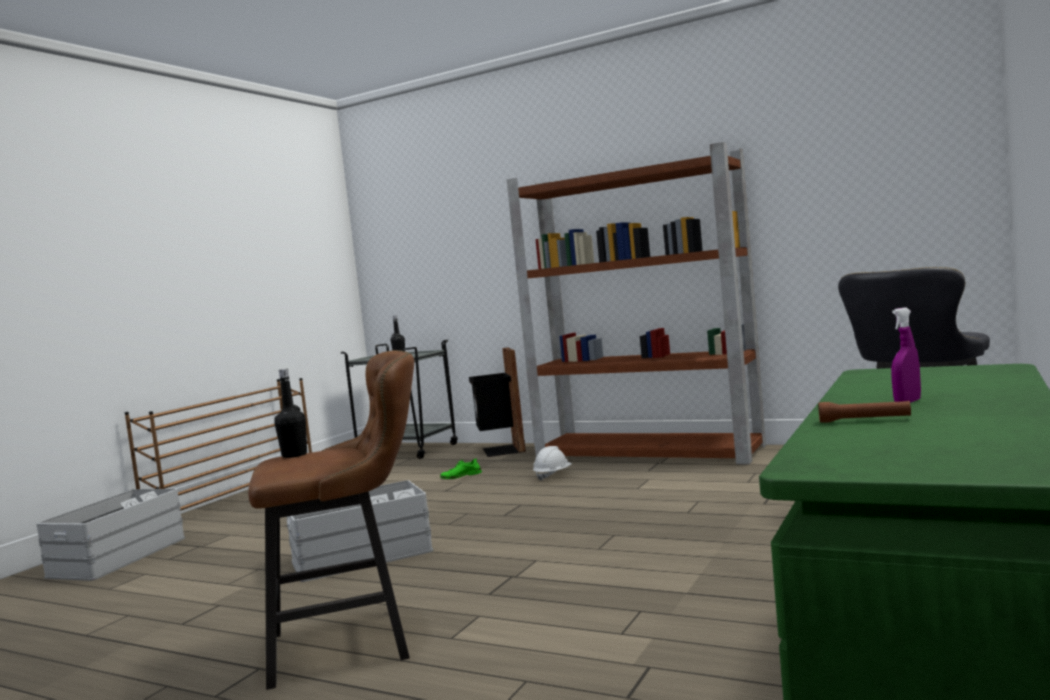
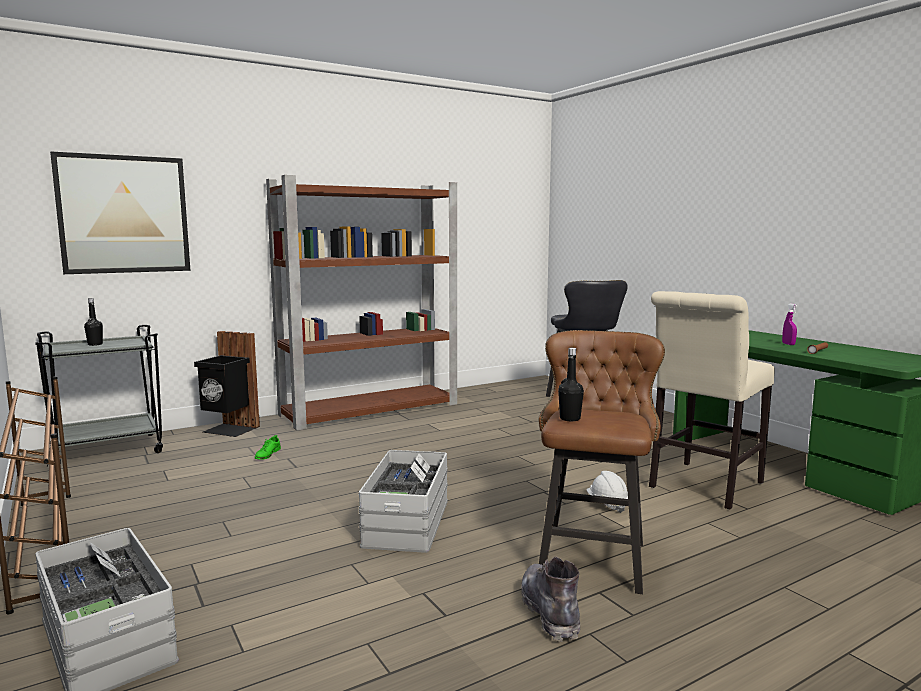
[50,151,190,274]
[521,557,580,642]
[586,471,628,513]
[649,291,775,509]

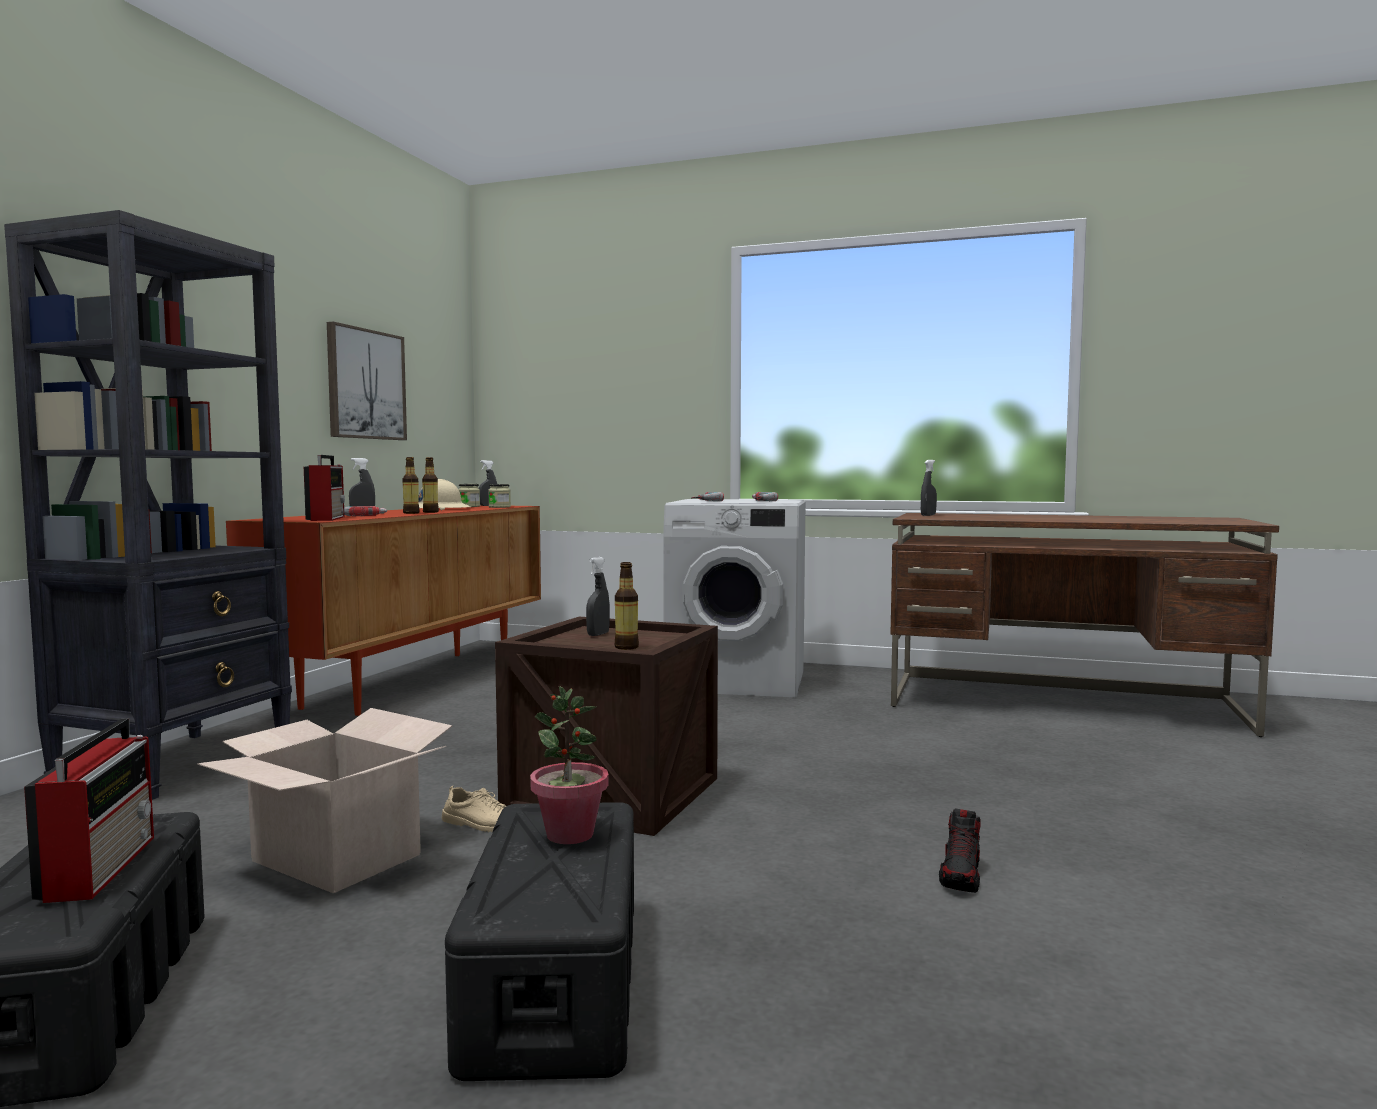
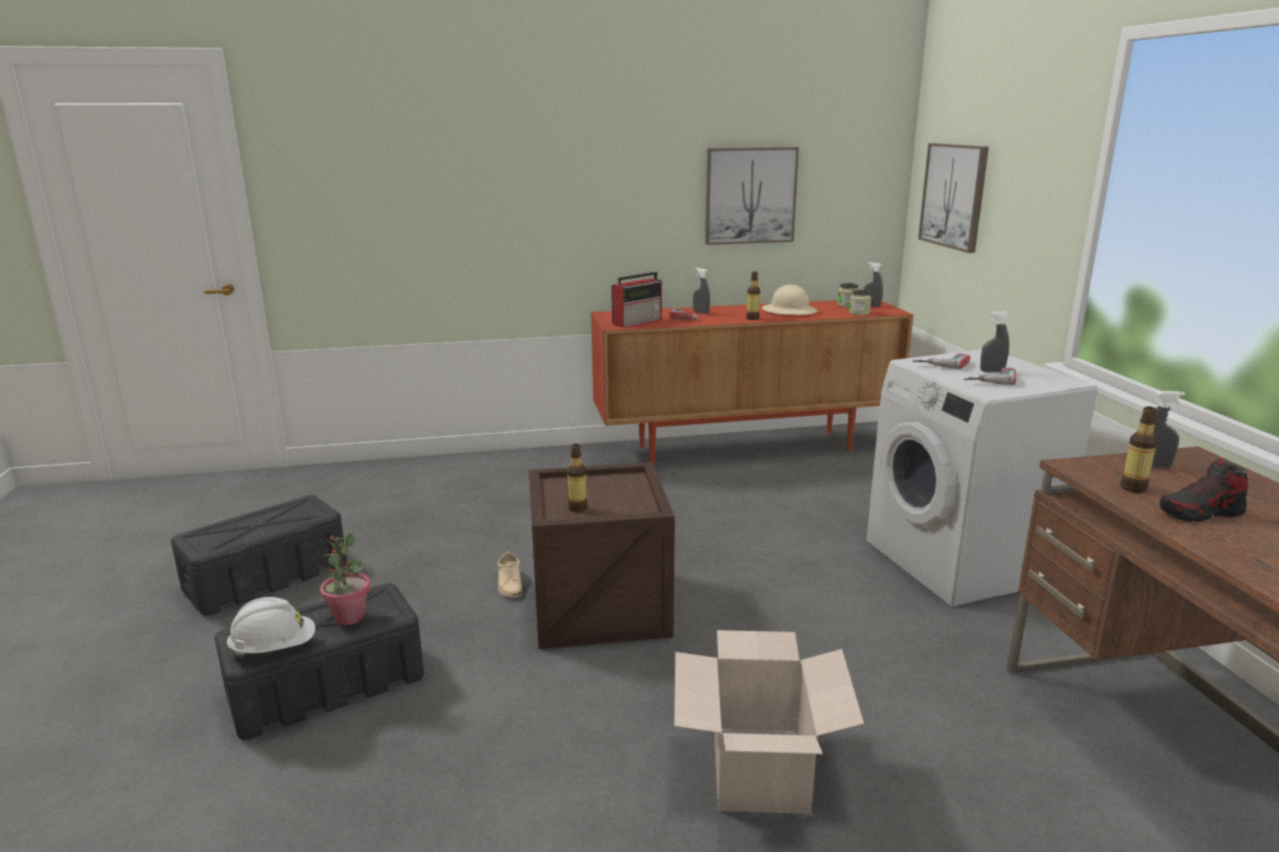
[226,597,315,656]
[674,630,864,814]
[918,143,989,253]
[980,312,1009,372]
[1120,407,1157,493]
[1160,458,1248,522]
[4,210,292,800] (first image)
[24,718,154,903] (first image)

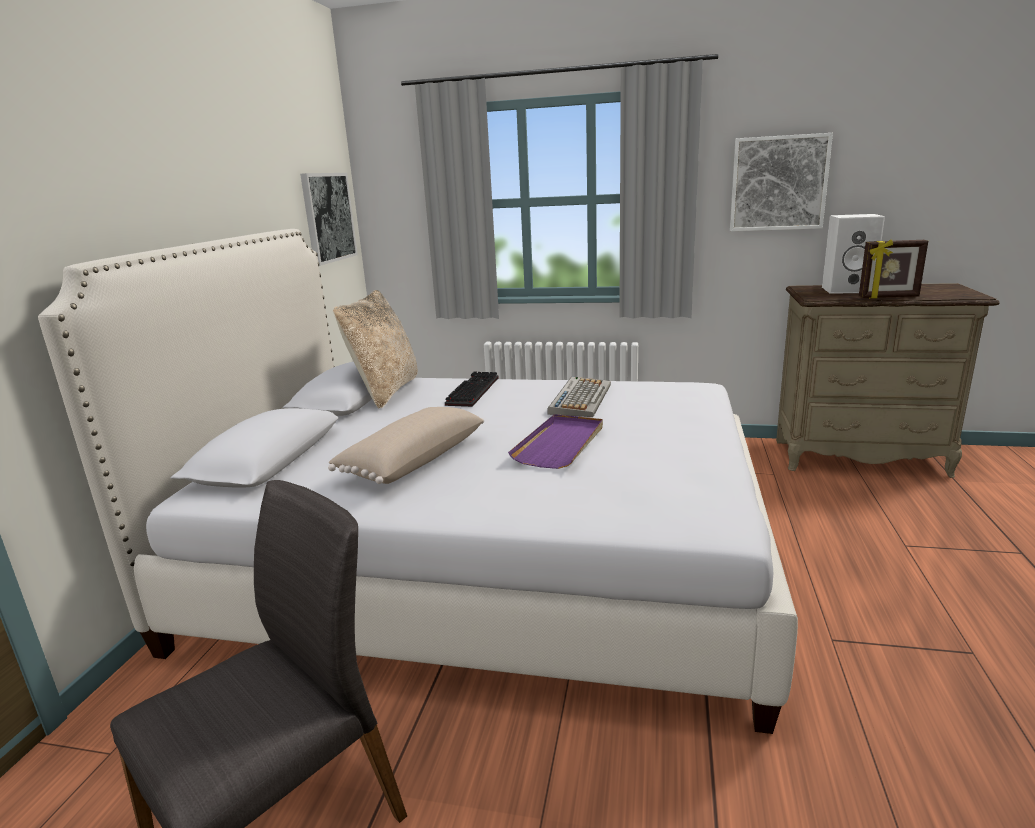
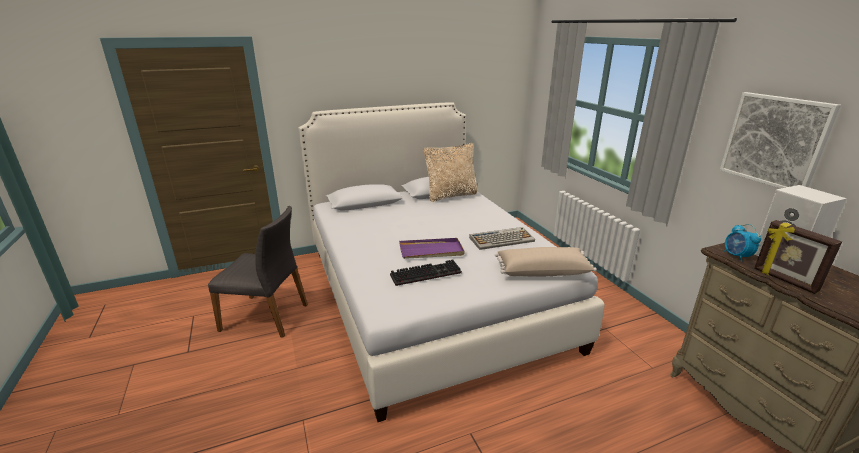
[390,260,462,286]
[495,247,597,276]
[724,224,761,262]
[300,173,358,266] (first image)

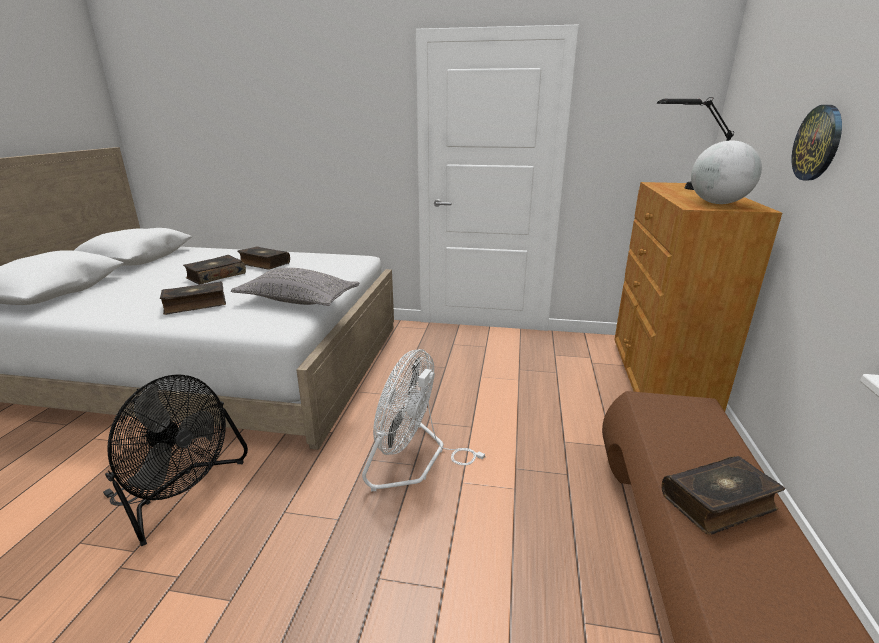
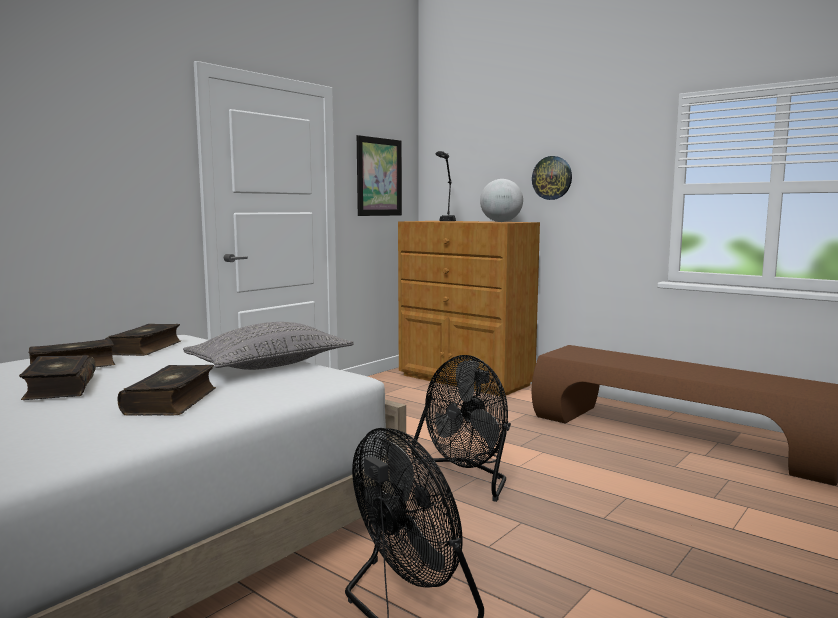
[105,324,181,356]
[357,135,402,216]
[412,355,511,502]

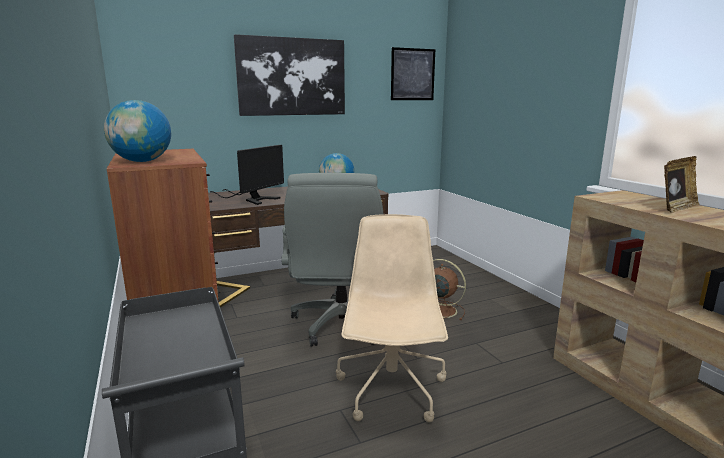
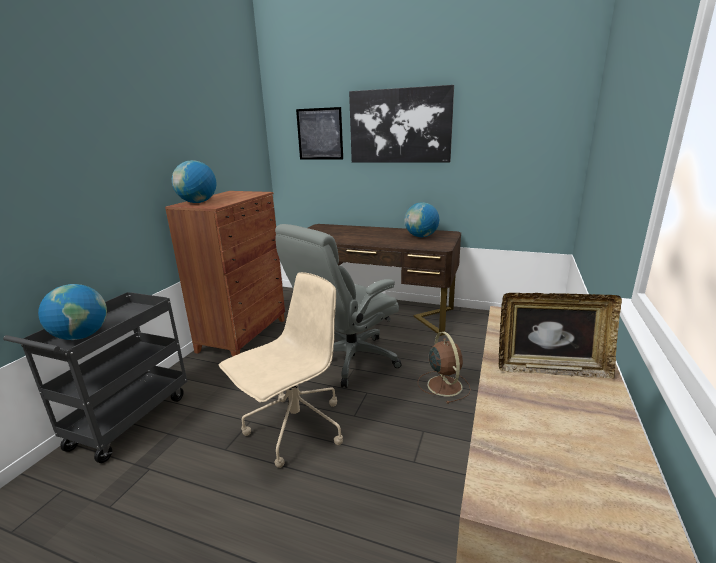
[38,284,107,340]
[296,107,343,160]
[210,145,284,205] (first image)

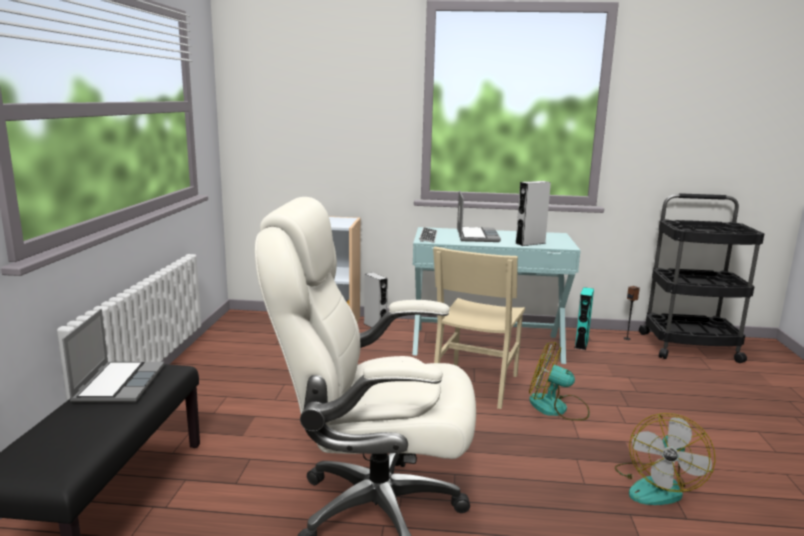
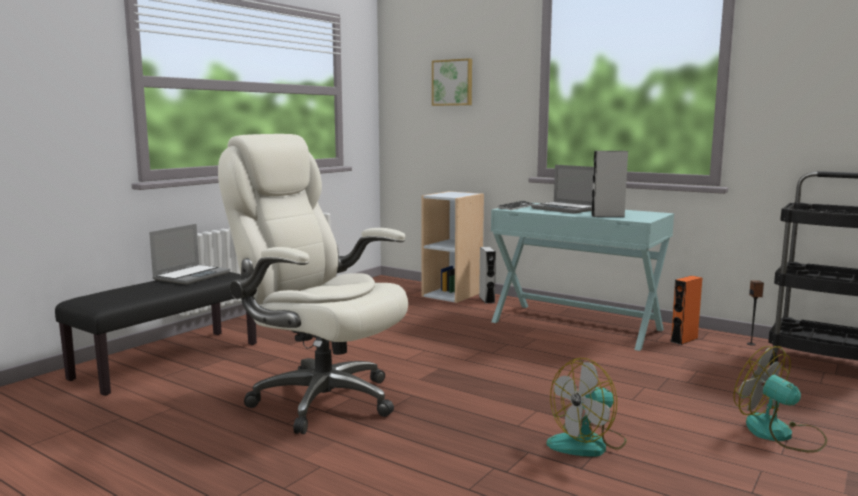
[432,58,472,106]
[531,165,594,214]
[671,276,702,345]
[734,346,827,453]
[433,247,525,409] (first image)

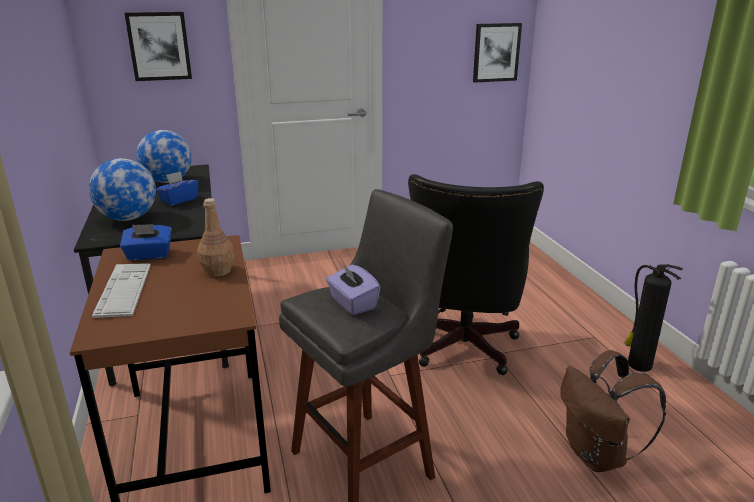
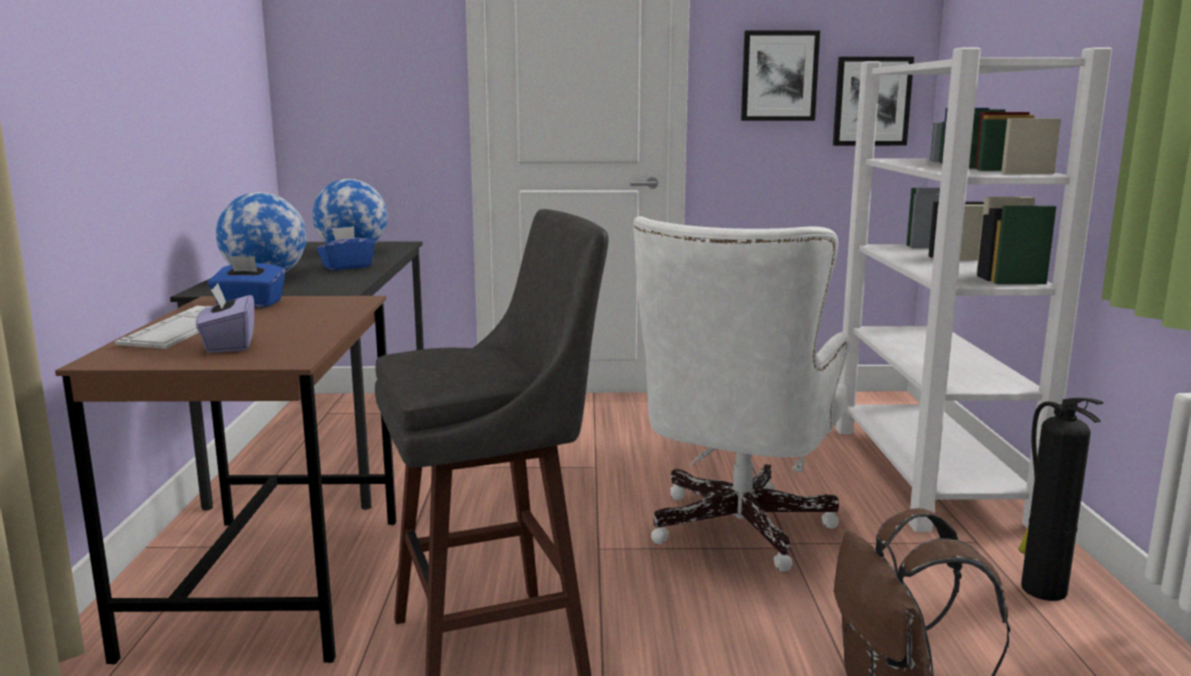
[196,283,254,353]
[633,216,850,572]
[741,31,820,121]
[836,47,1112,532]
[197,198,235,277] (first image)

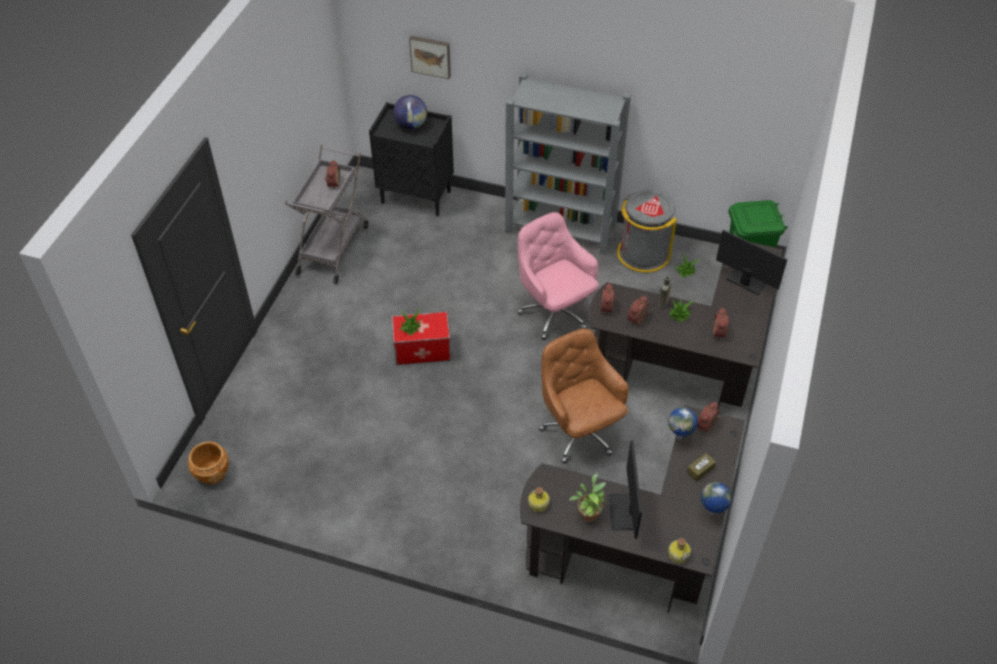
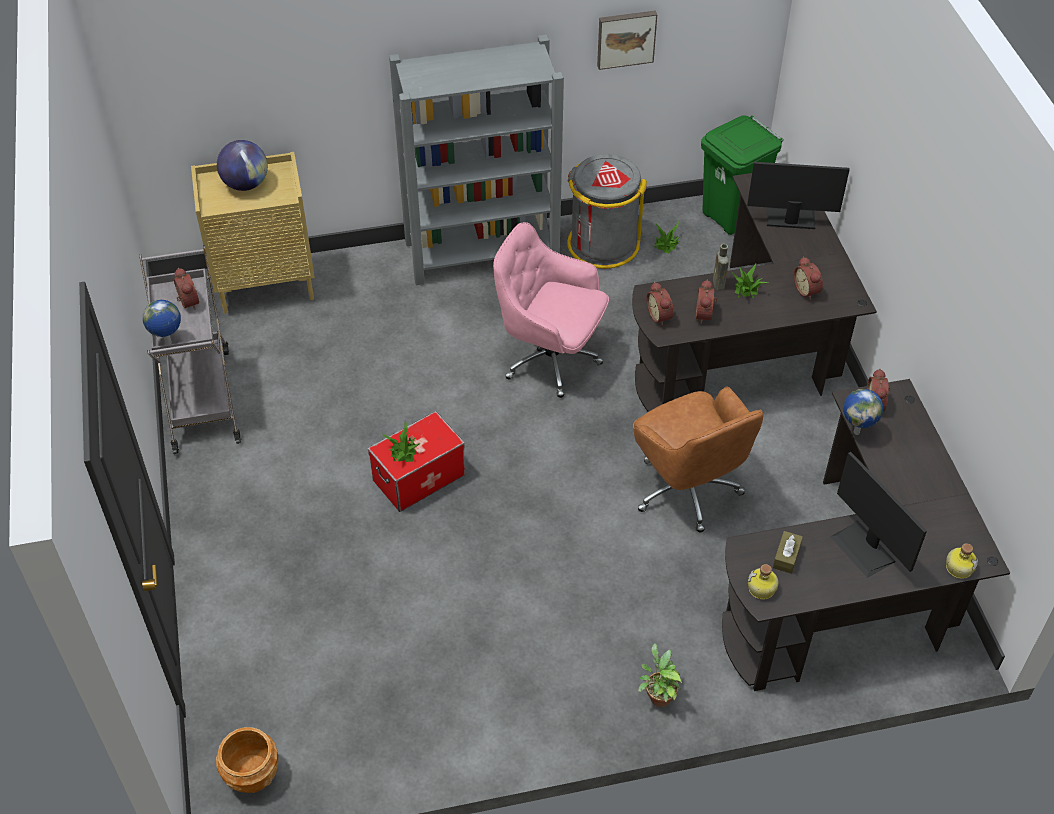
[143,300,181,345]
[191,152,315,313]
[597,10,657,70]
[633,386,763,532]
[638,643,682,707]
[773,531,803,574]

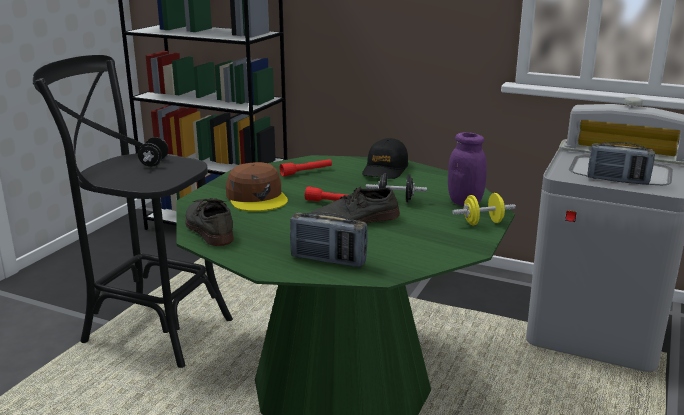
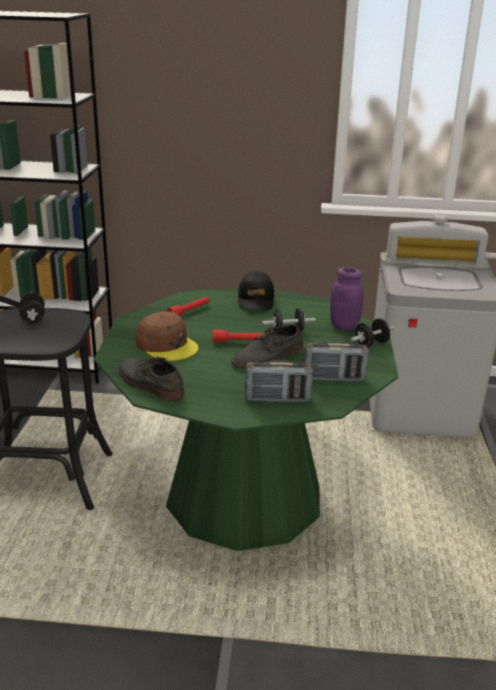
[304,341,369,382]
[351,318,395,348]

